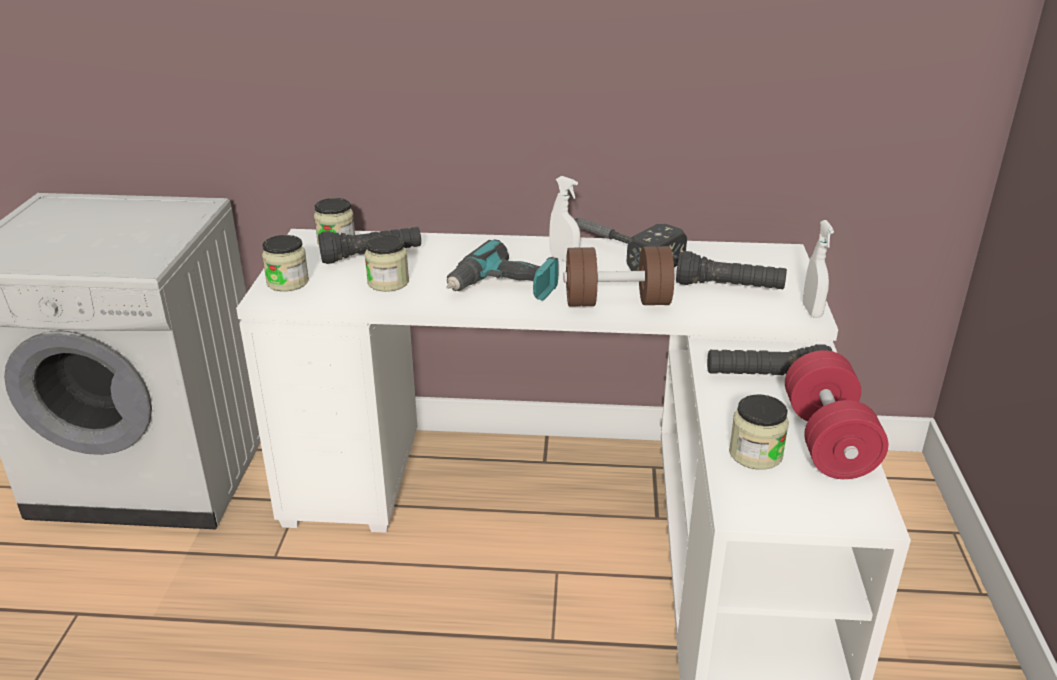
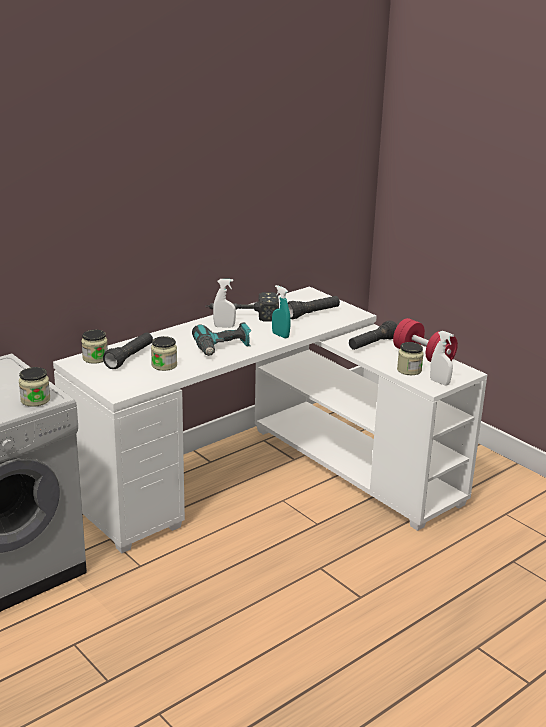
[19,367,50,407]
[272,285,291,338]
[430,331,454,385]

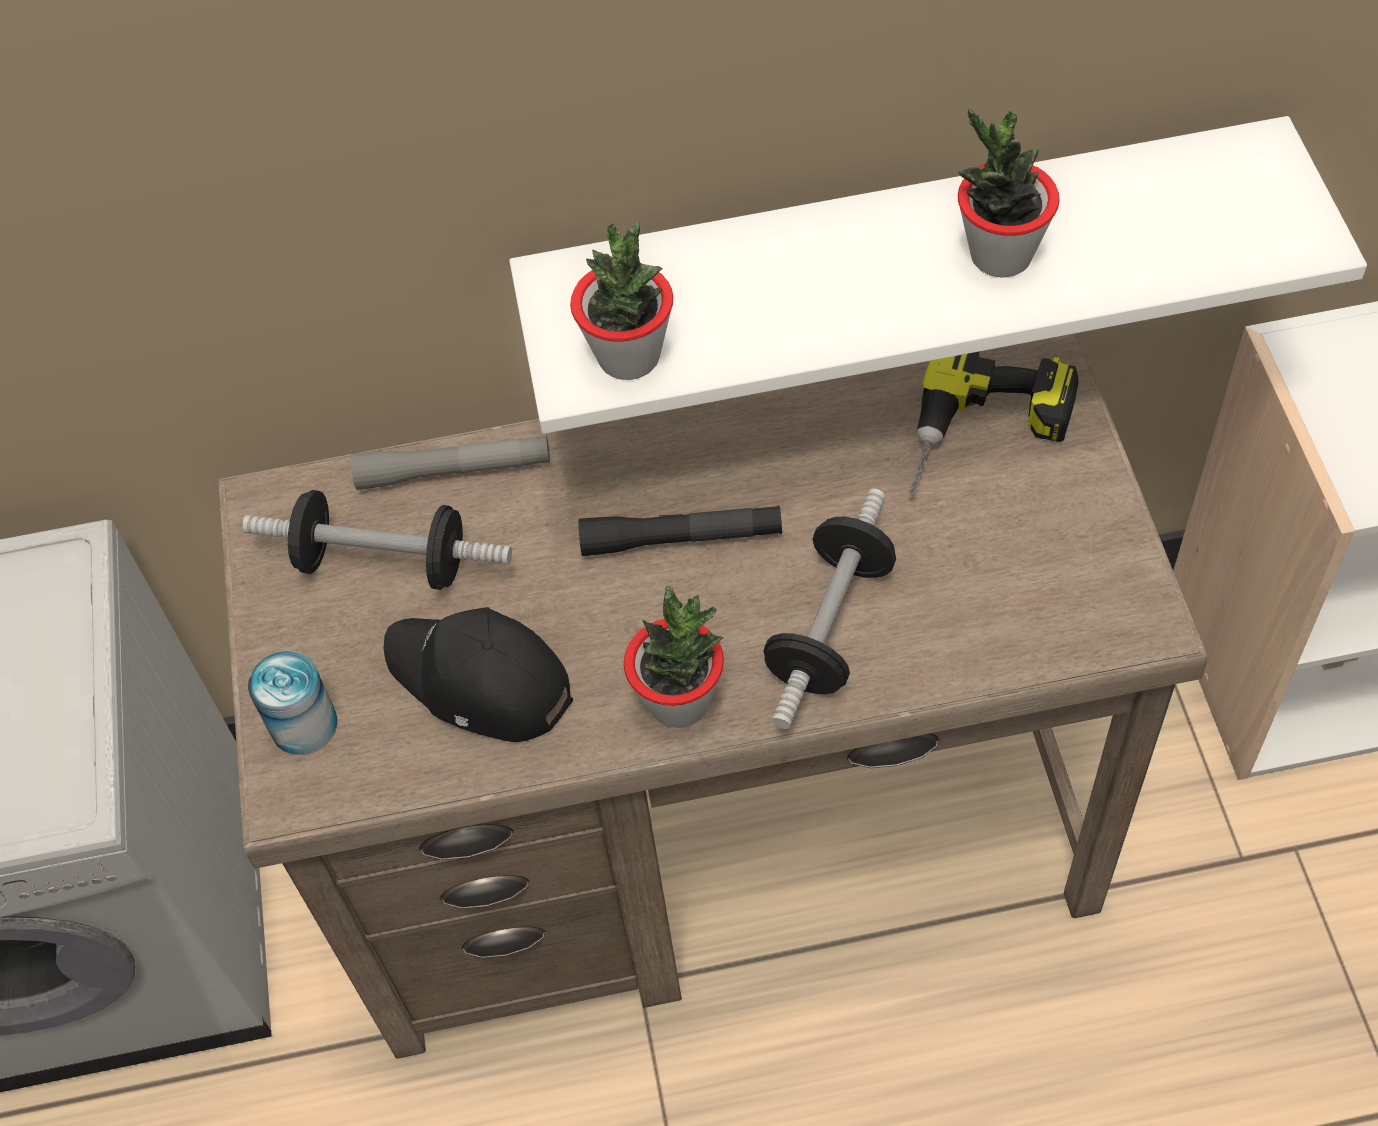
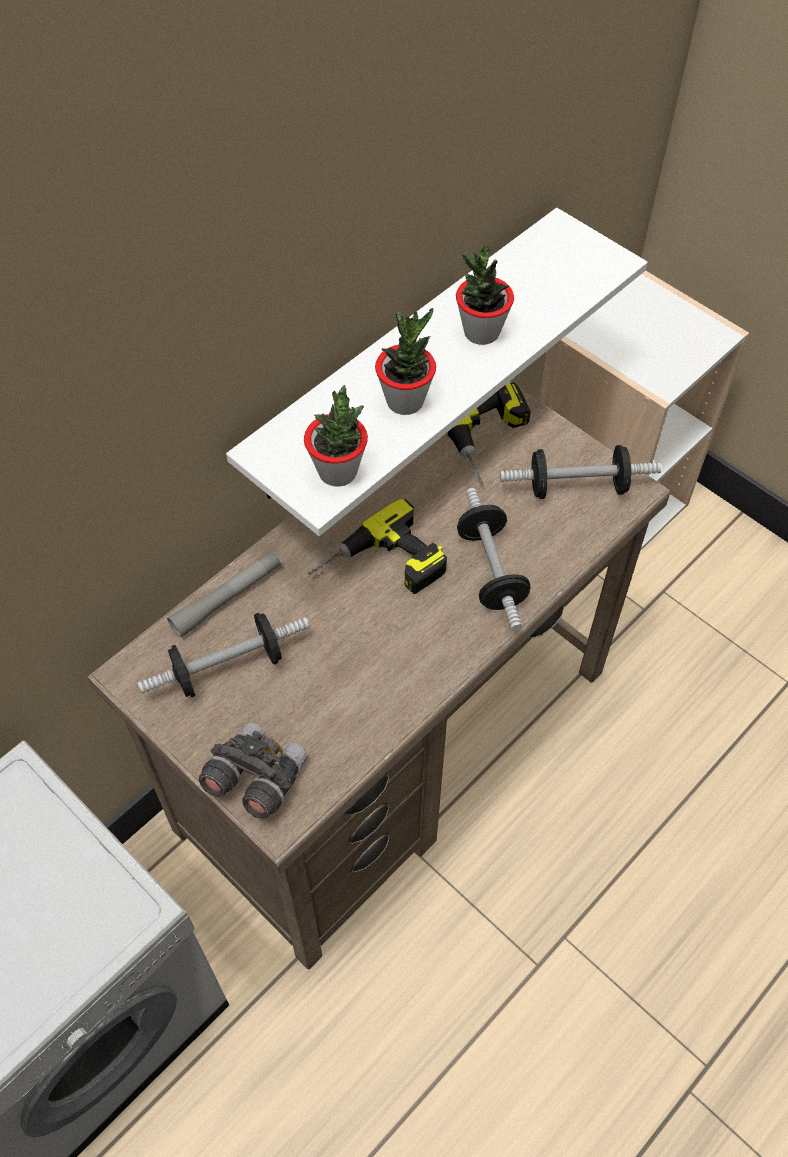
[199,722,308,819]
[308,499,447,594]
[375,308,436,415]
[500,445,662,499]
[384,607,573,742] (first image)

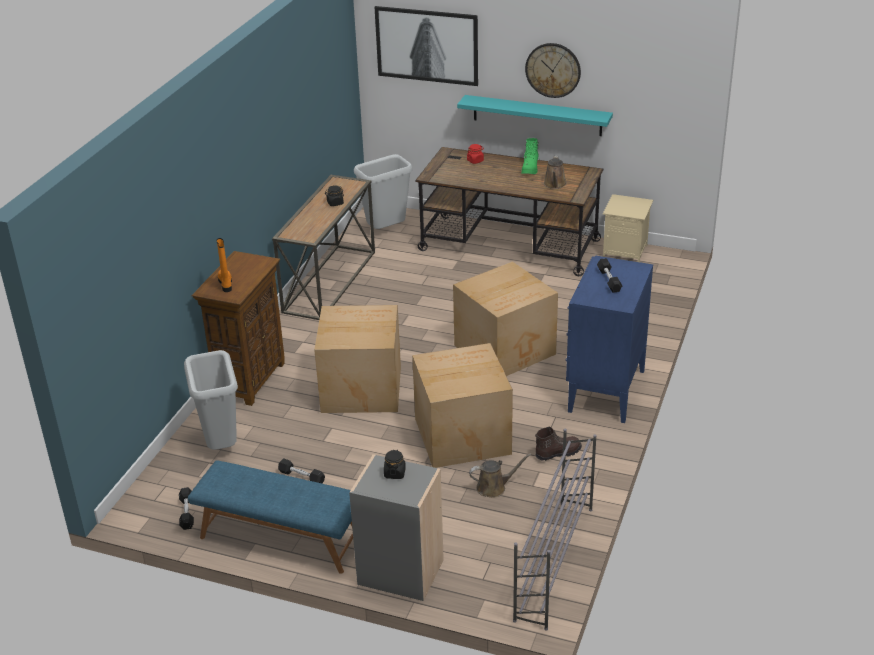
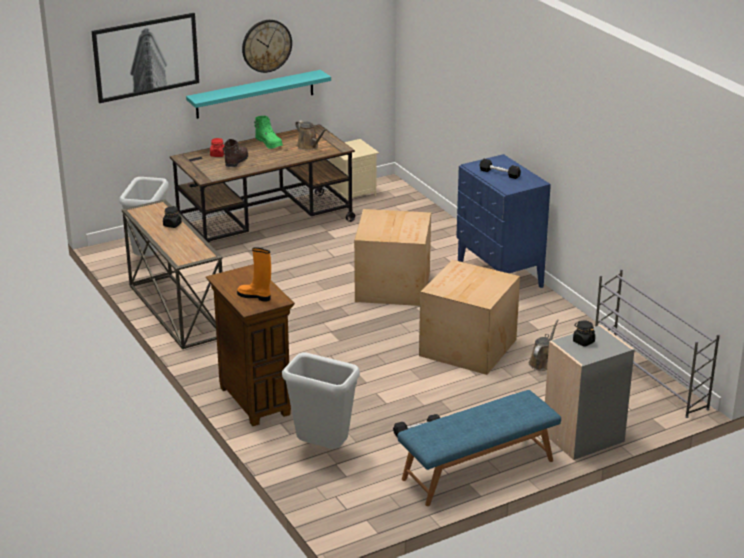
[223,139,248,167]
[179,487,194,530] (first image)
[314,305,401,413] (first image)

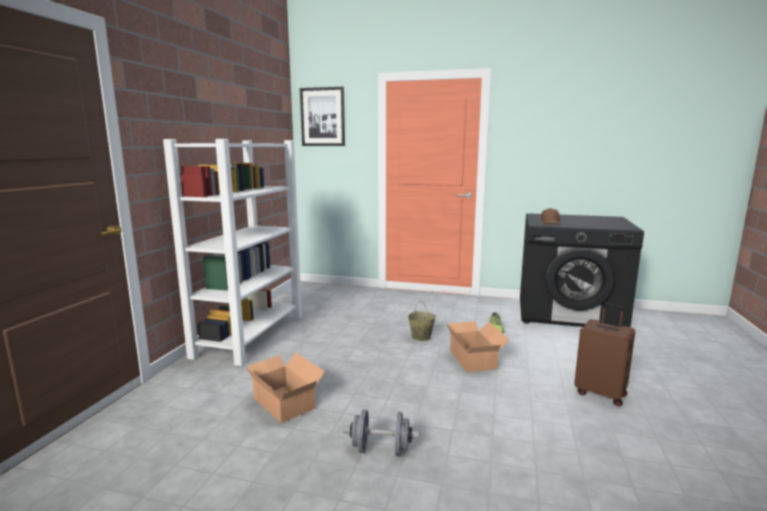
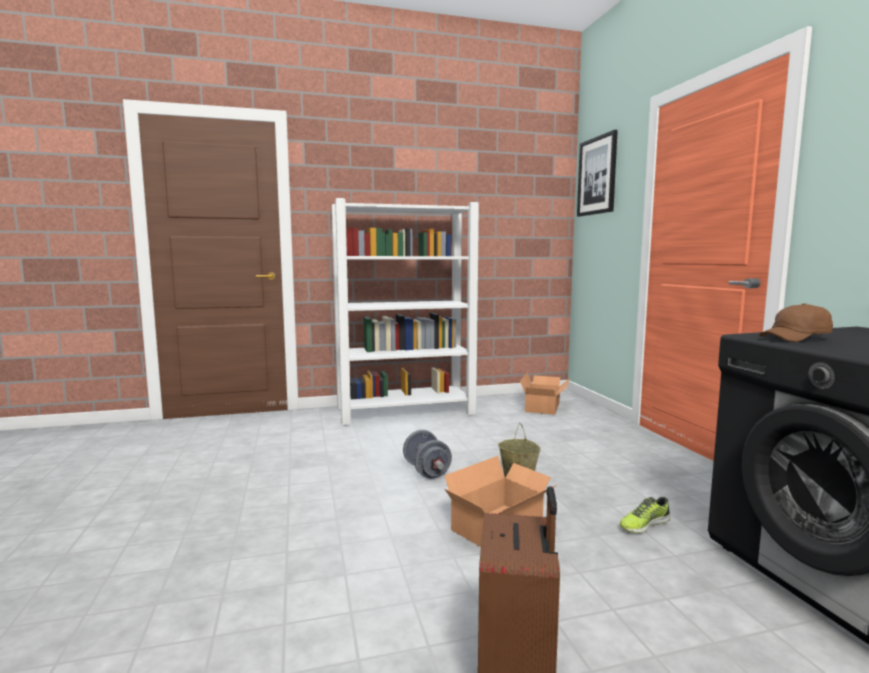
[403,430,452,479]
[520,373,570,415]

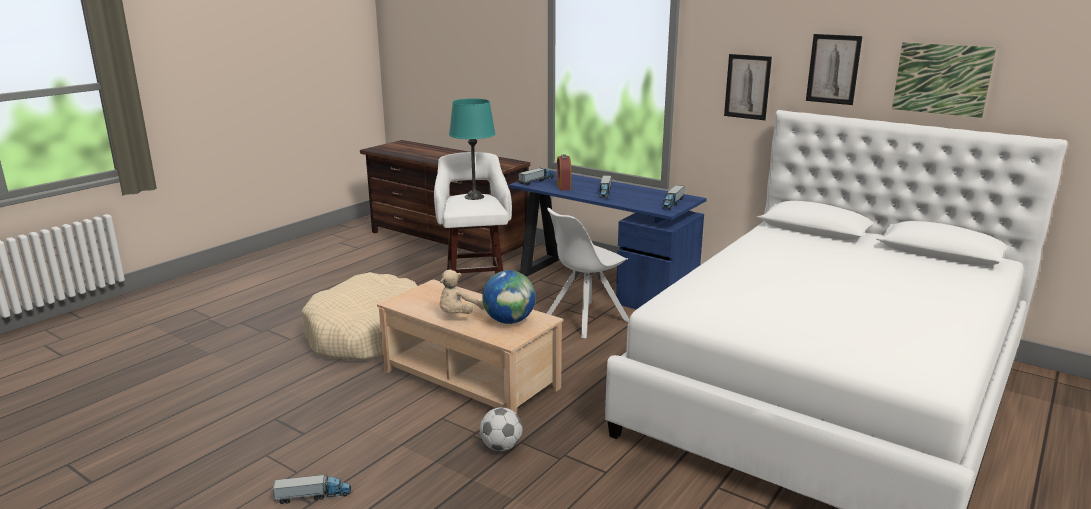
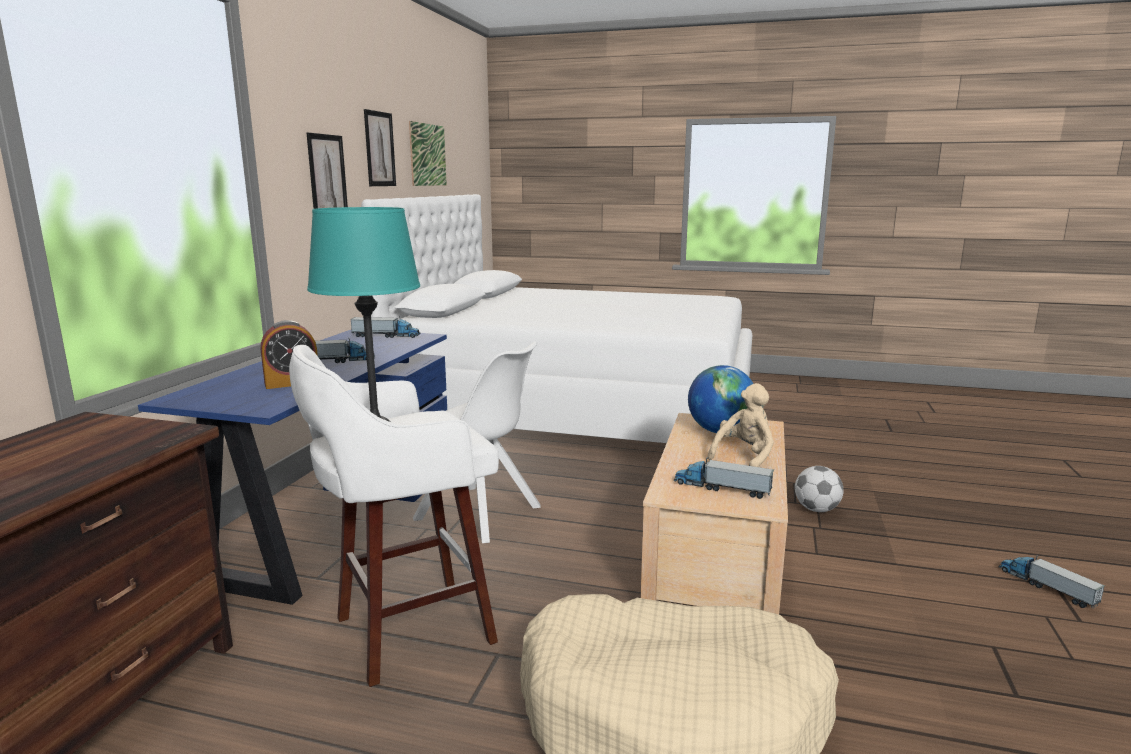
[674,457,774,499]
[707,383,774,467]

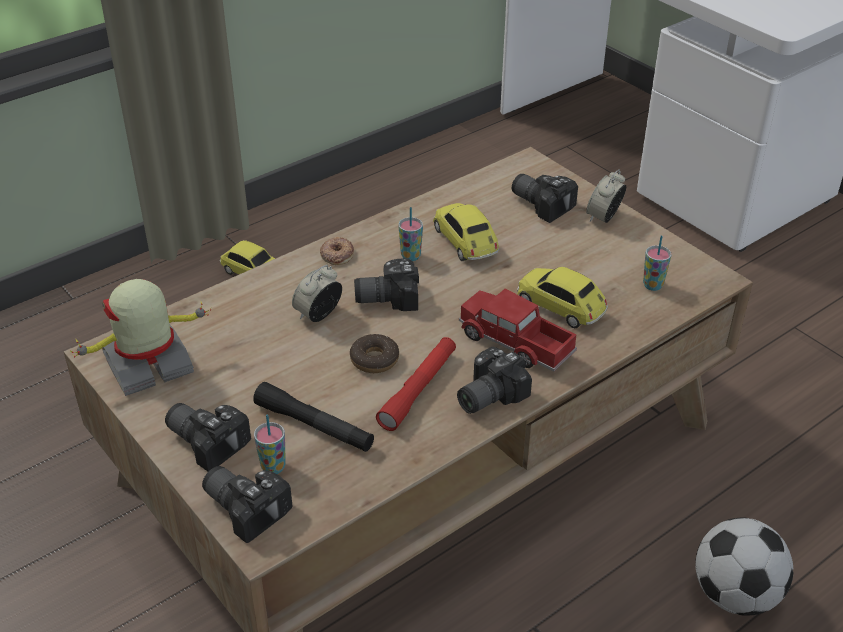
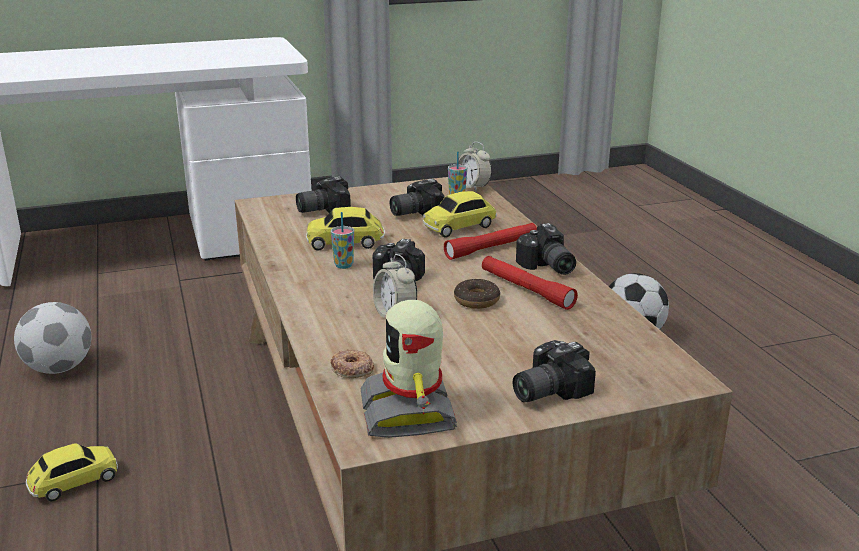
[14,302,91,374]
[330,350,374,378]
[390,179,445,216]
[444,223,537,260]
[459,142,492,192]
[253,382,374,452] (first image)
[254,415,286,474] (first image)

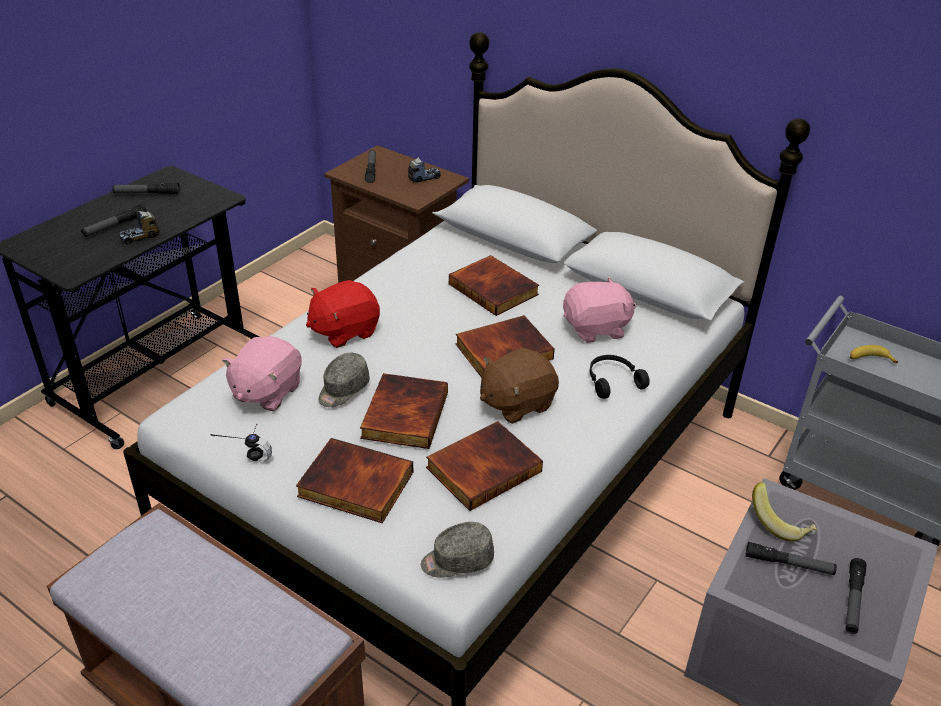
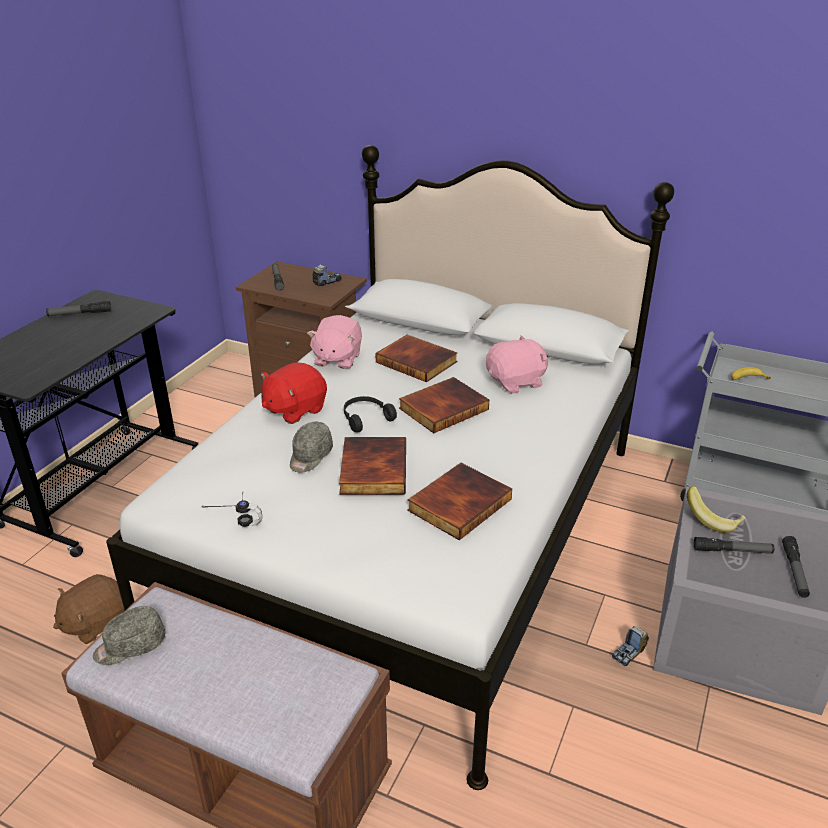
[53,574,125,644]
[93,606,165,665]
[307,315,362,369]
[344,396,397,432]
[612,626,649,666]
[81,204,147,237] (first image)
[296,438,413,524] (first image)

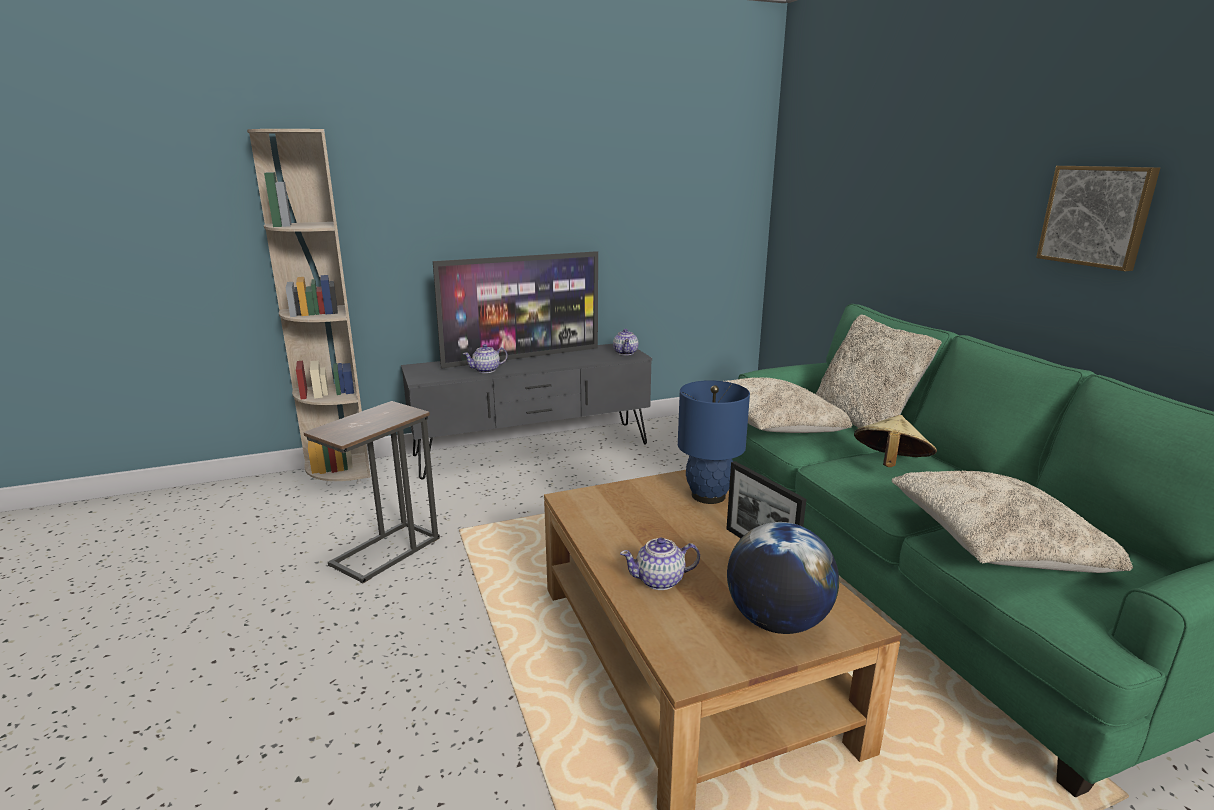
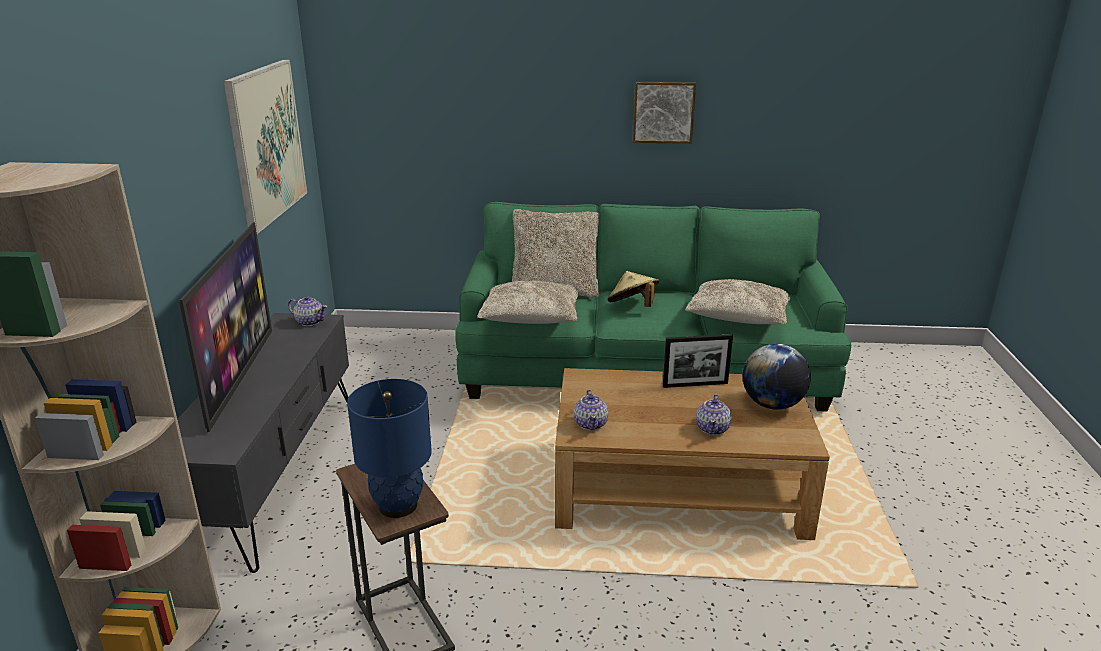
[223,60,307,234]
[347,379,432,518]
[574,390,608,430]

